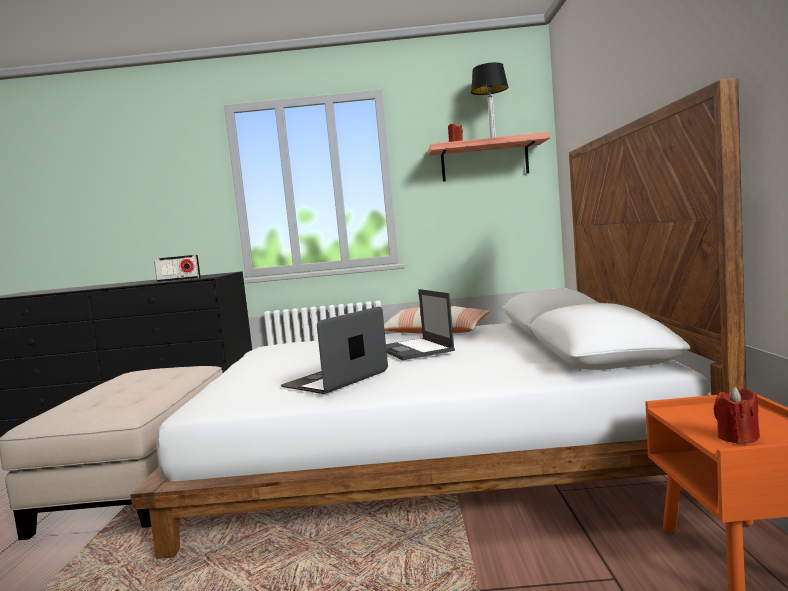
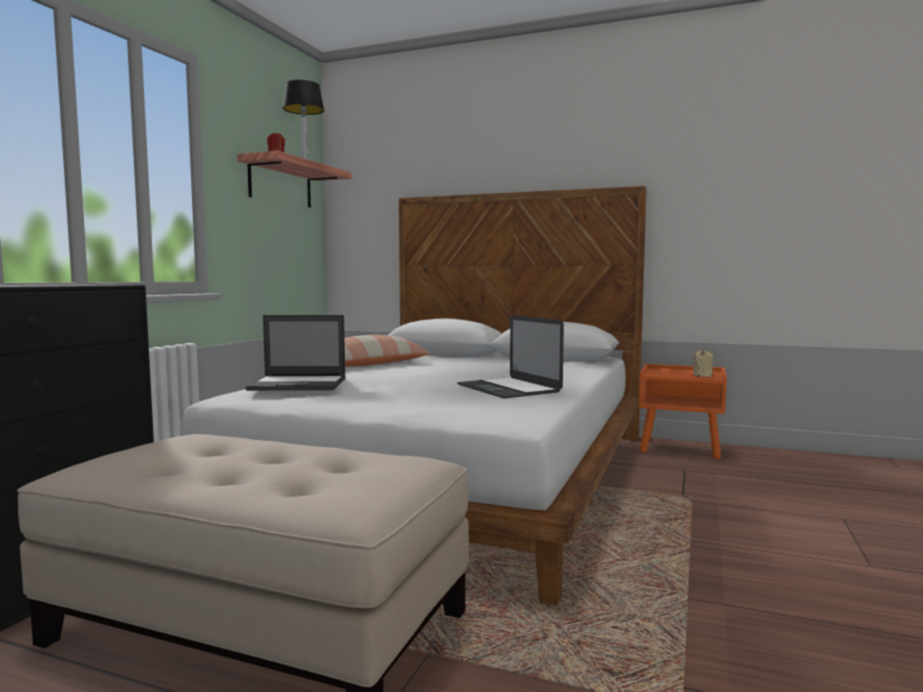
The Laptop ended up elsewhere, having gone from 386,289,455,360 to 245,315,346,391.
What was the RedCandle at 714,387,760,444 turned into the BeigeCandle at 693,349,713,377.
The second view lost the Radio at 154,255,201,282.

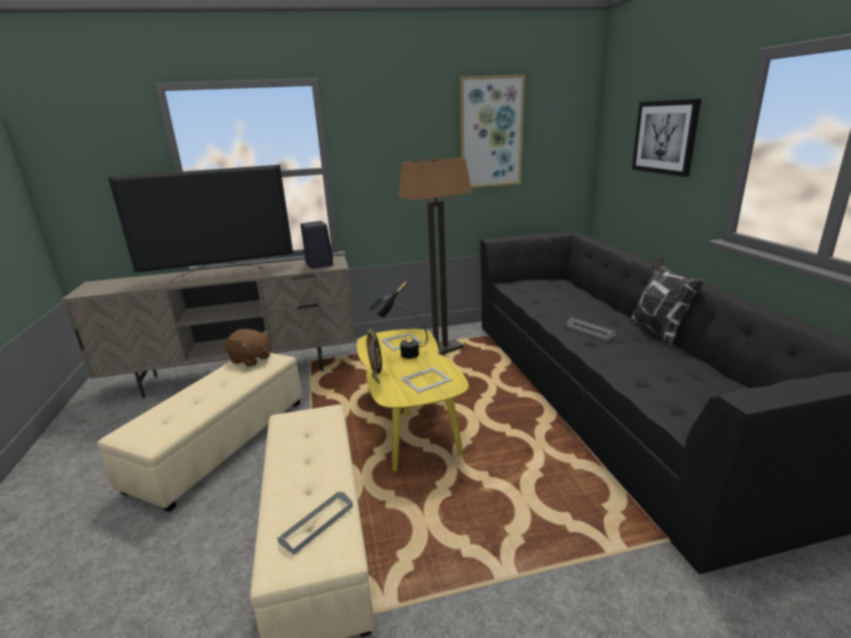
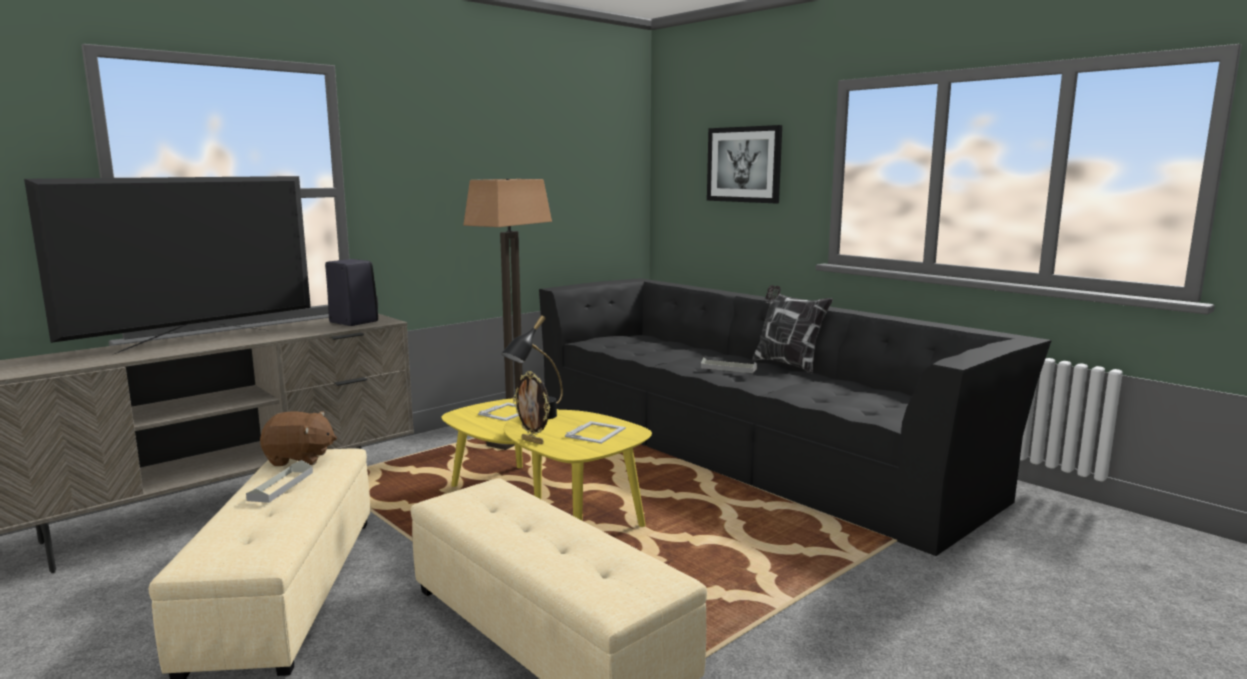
The GreyTray ended up elsewhere, having gone from 277,492,353,555 to 246,460,313,503.
The second view lost the Picture at 460,75,525,188.

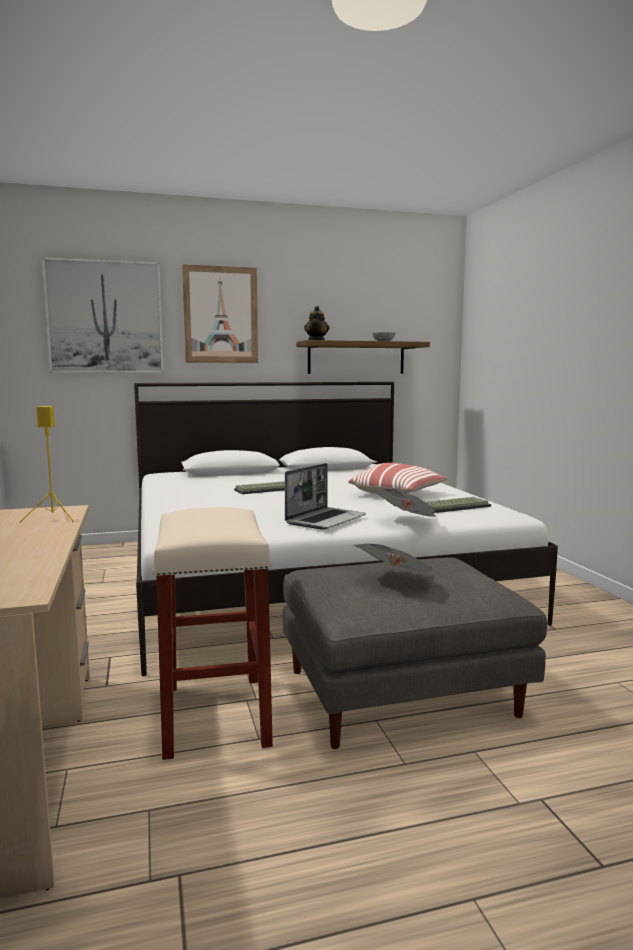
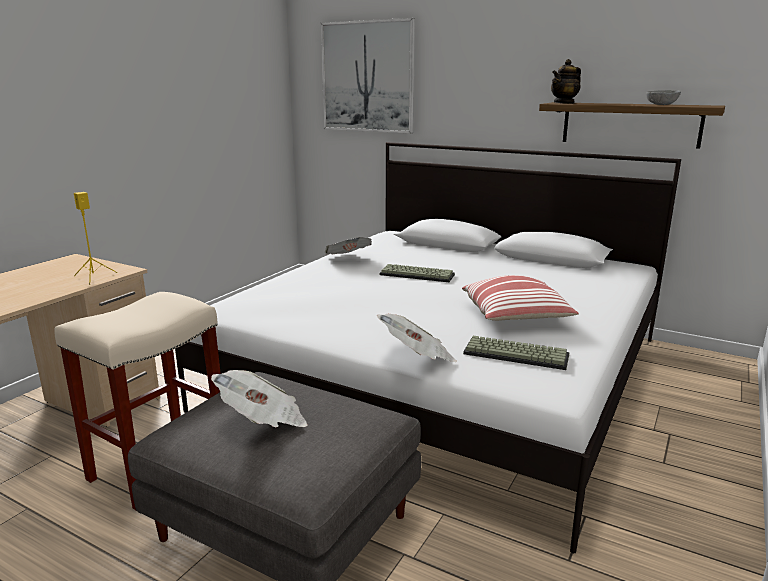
The second view gained the Newspaper at 325,237,372,254.
The second view lost the Picture at 182,264,258,363.
The second view lost the Laptop at 285,463,366,530.

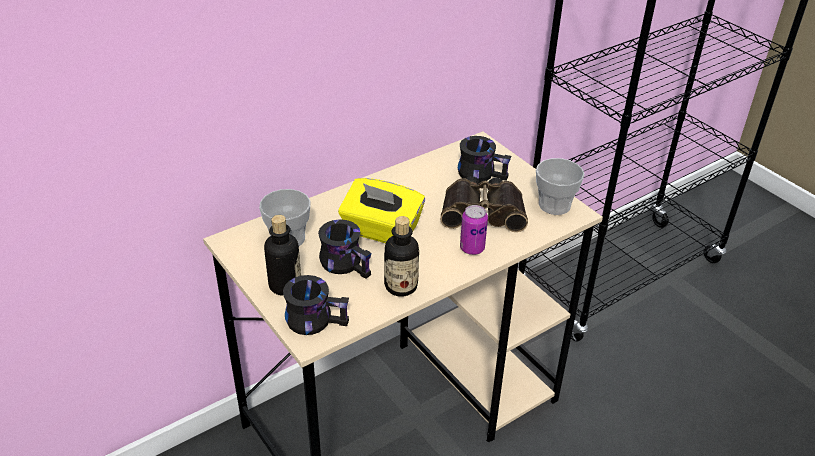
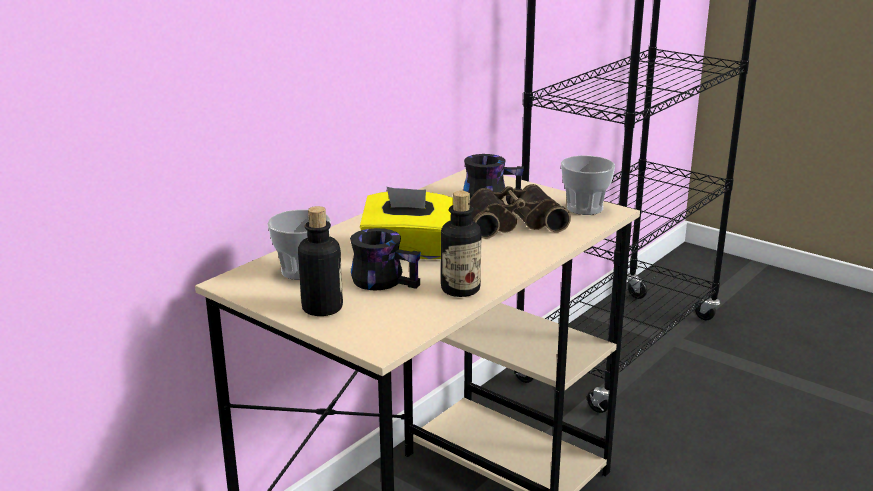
The second view lost the BlackMug at 283,275,349,335.
The second view lost the Can at 460,205,488,255.

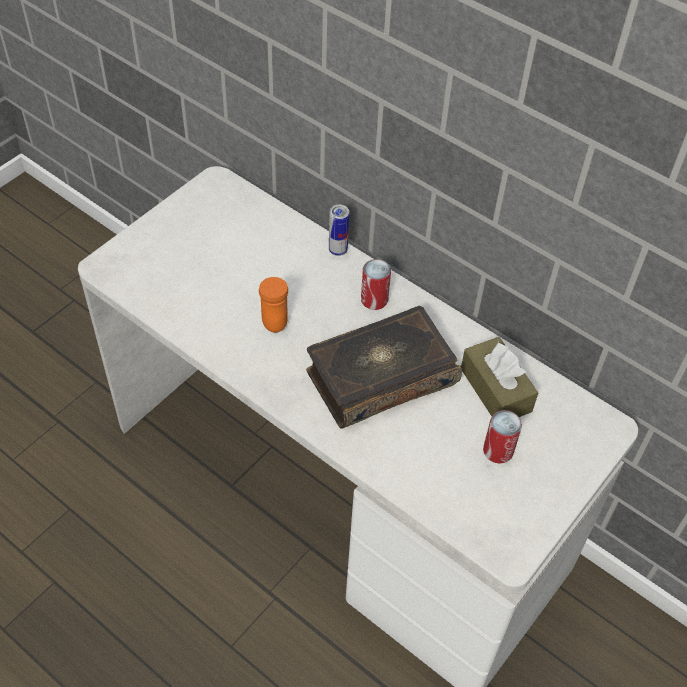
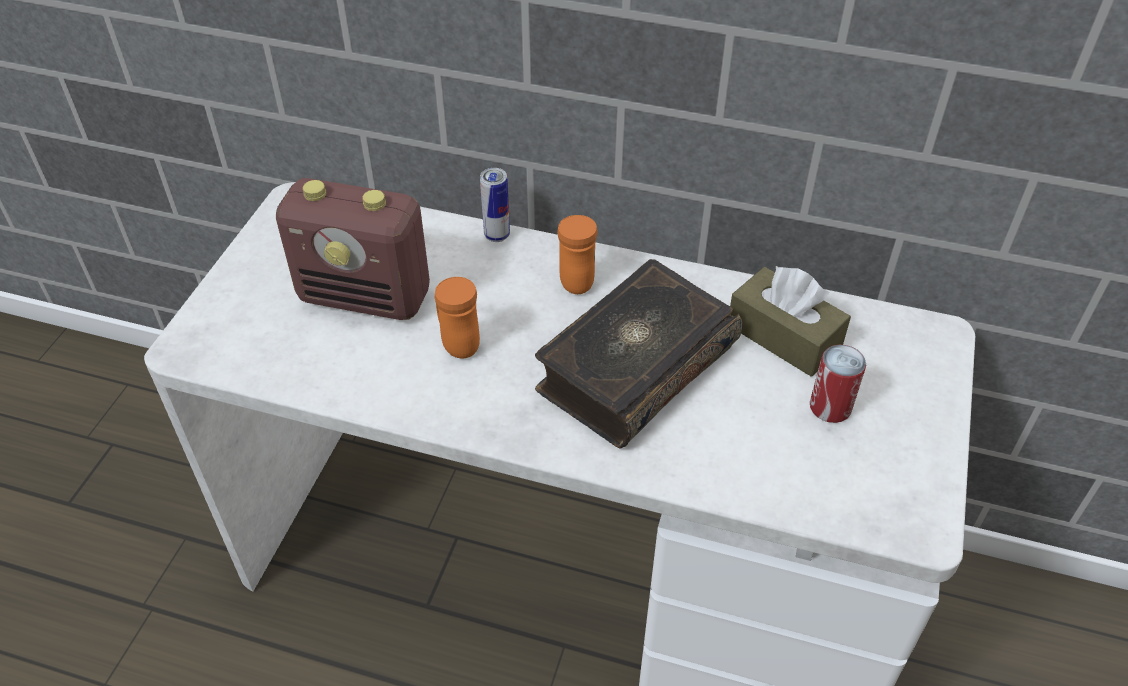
The second view gained the Radio at 276,178,430,320.
Where the Can stood at 361,259,391,310, the OrangeMug came to stand at 557,215,597,294.

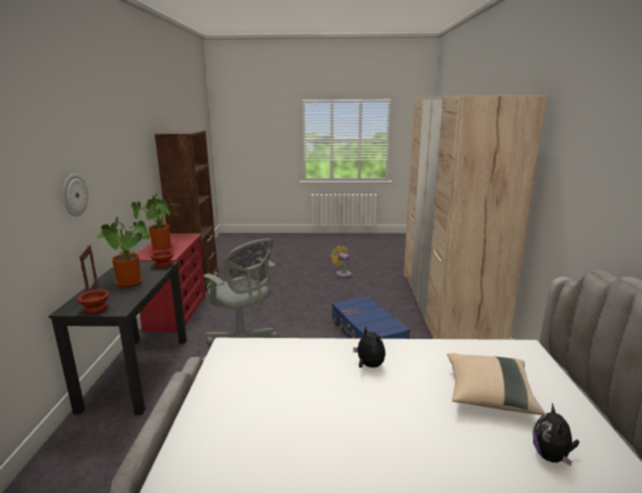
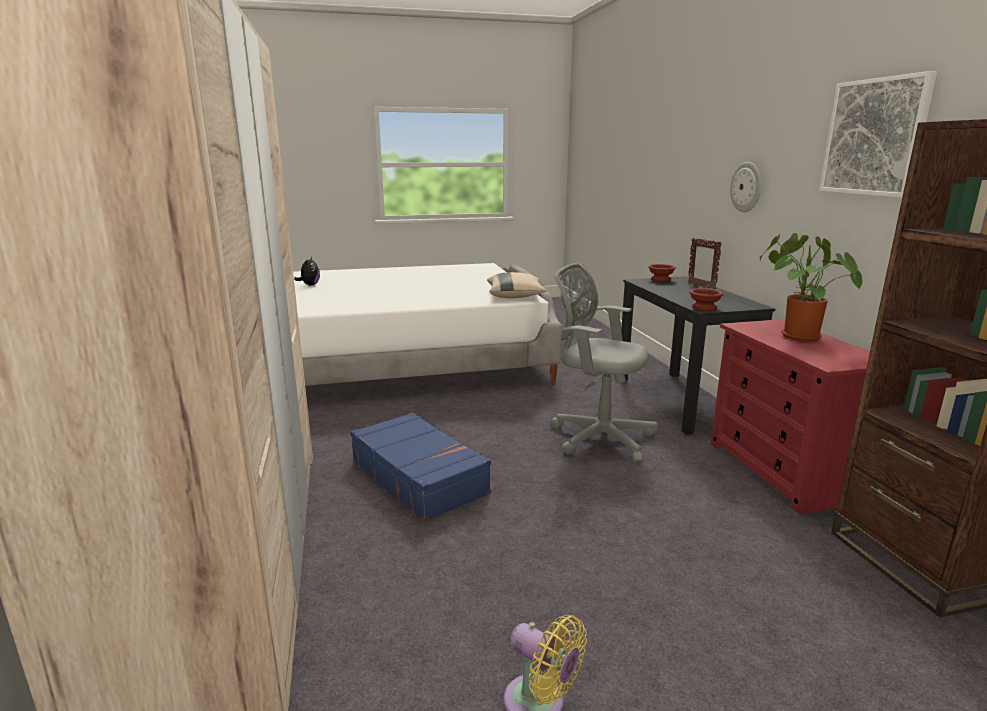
The BeigePillow ended up elsewhere, having gone from 447,353,545,415 to 487,272,547,298.
The second view gained the Picture at 819,71,937,198.
The second view lost the PottedPlant at 96,216,150,287.
The second view lost the PlushToy at 353,326,386,368.

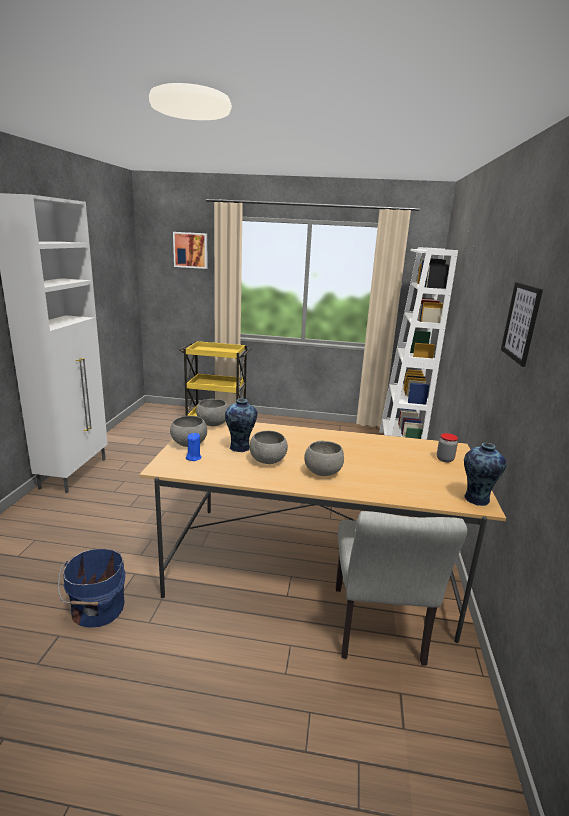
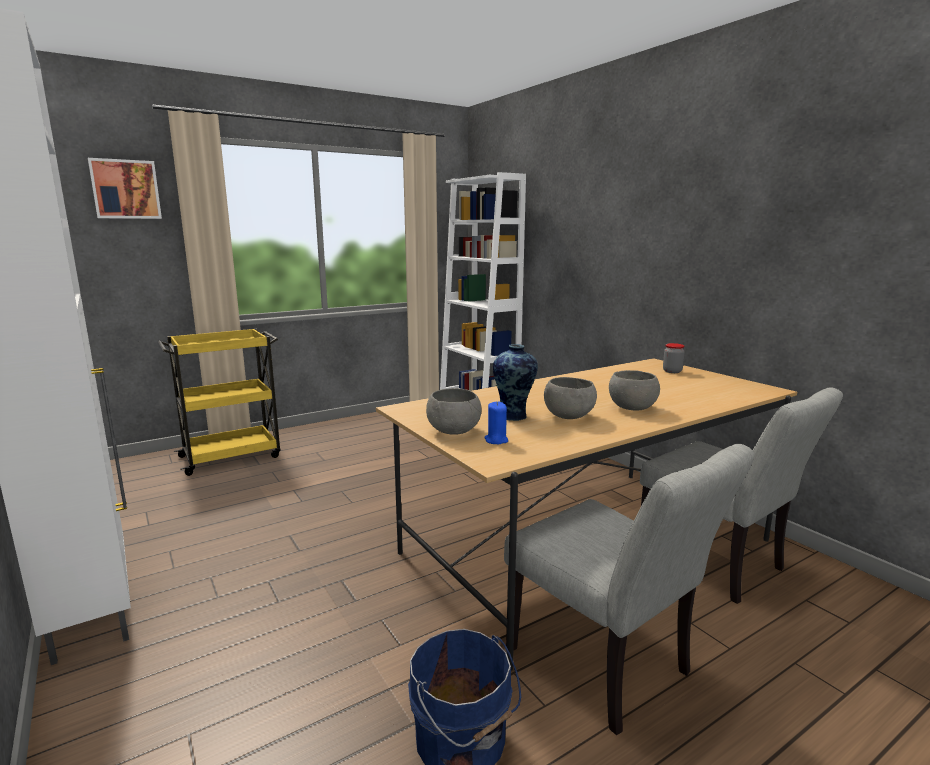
The second view gained the GreyChair at 504,444,755,735.
The second view lost the GreyBowl at 196,399,229,426.
The second view lost the Vase at 464,443,506,506.
The second view lost the Picture at 501,282,543,367.

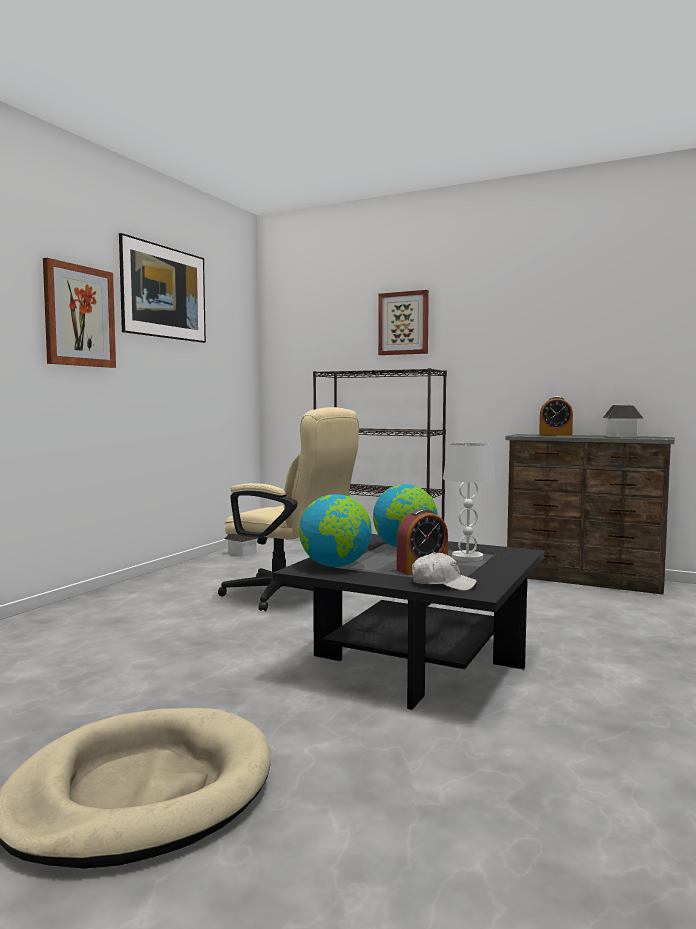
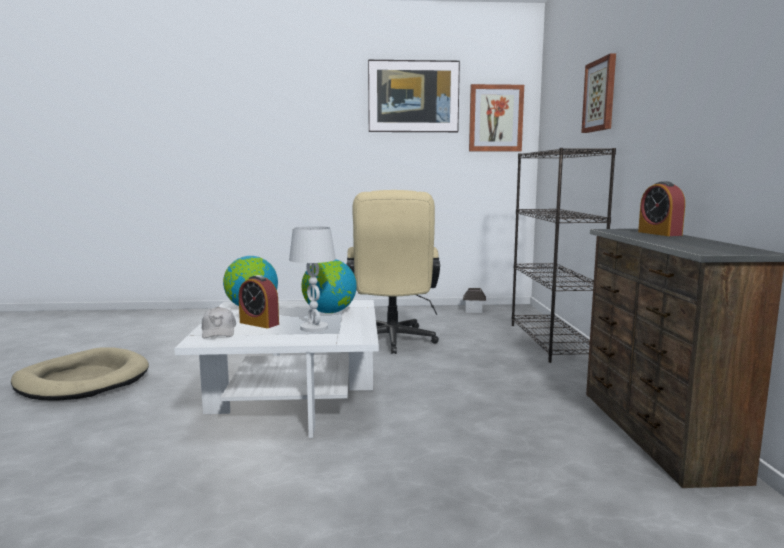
What was the BlackCoffeeTable at 273,534,544,710 turned into the WhiteCoffeeTable at 174,300,379,438.
The Picture ended up elsewhere, having gone from 43,258,116,368 to 469,84,524,152.
The second view lost the ToyHouse at 603,404,643,438.

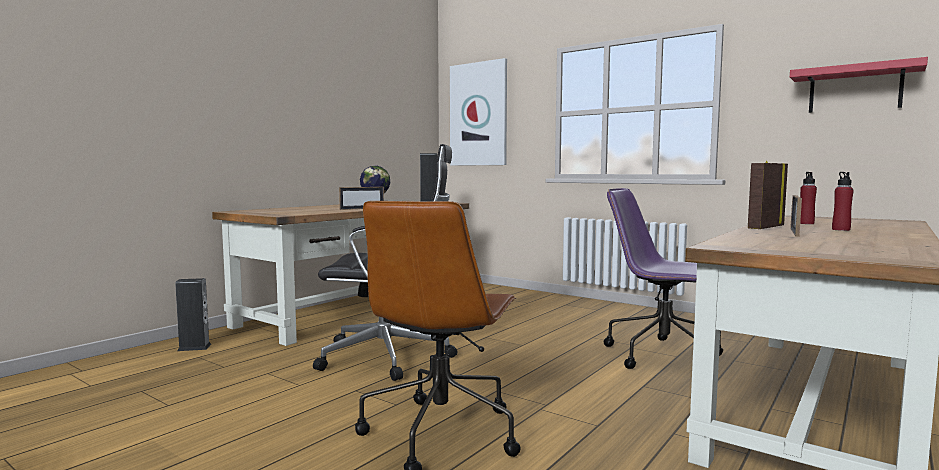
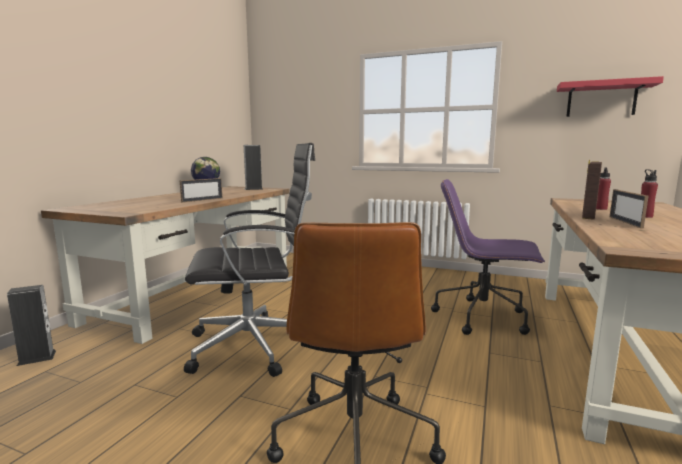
The second view lost the Picture at 450,58,507,166.

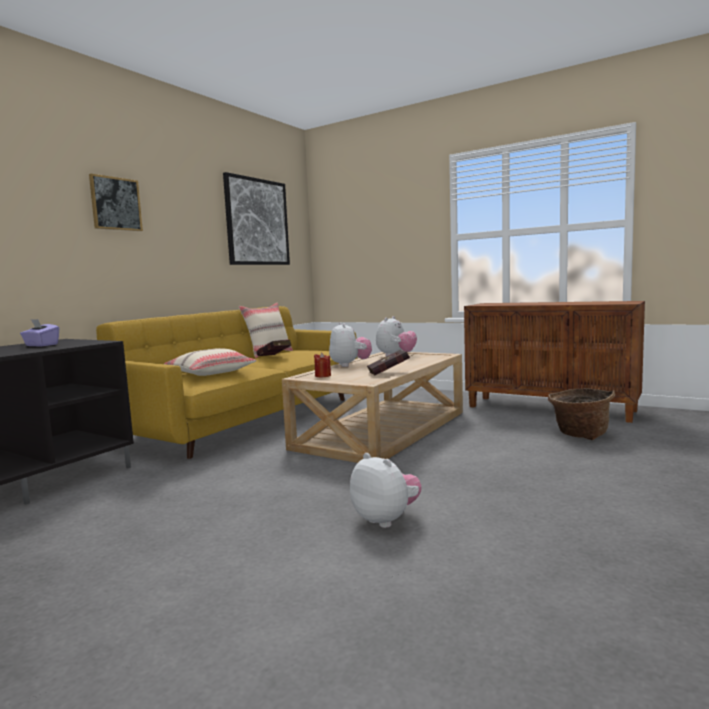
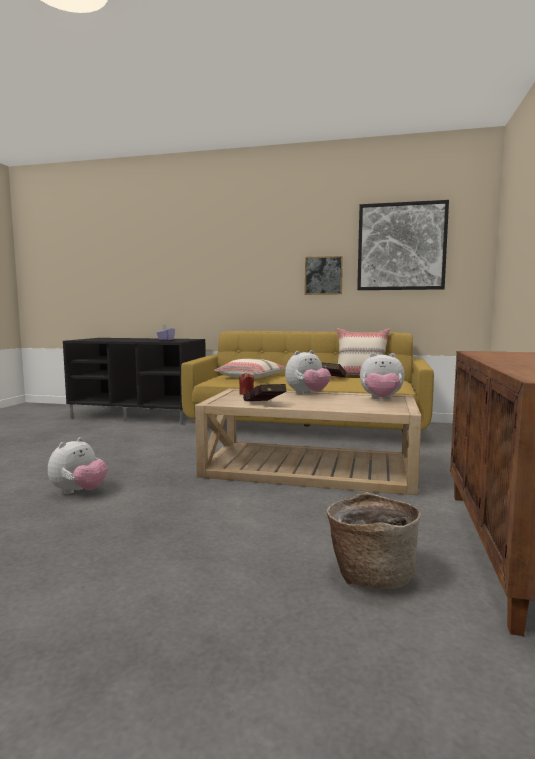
The Picture ended up elsewhere, having gone from 89,174,143,231 to 305,256,343,295.

